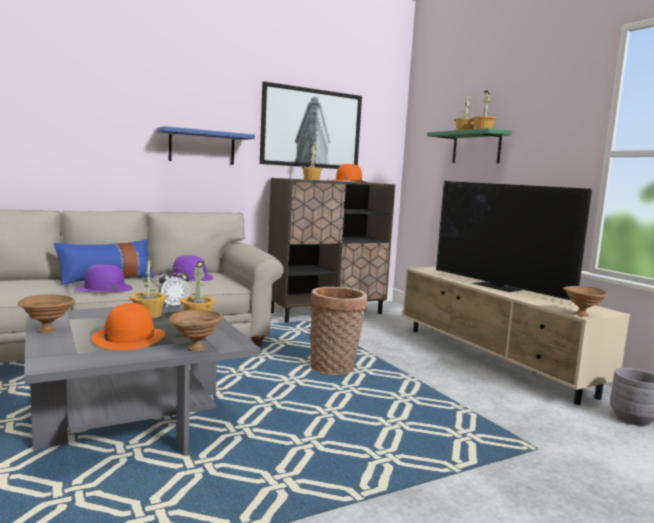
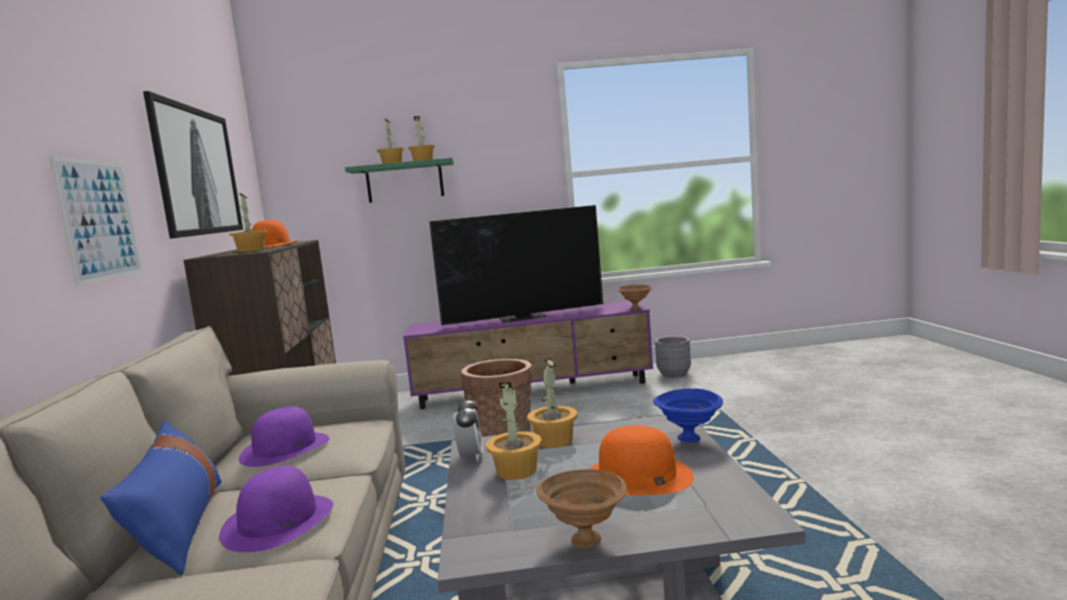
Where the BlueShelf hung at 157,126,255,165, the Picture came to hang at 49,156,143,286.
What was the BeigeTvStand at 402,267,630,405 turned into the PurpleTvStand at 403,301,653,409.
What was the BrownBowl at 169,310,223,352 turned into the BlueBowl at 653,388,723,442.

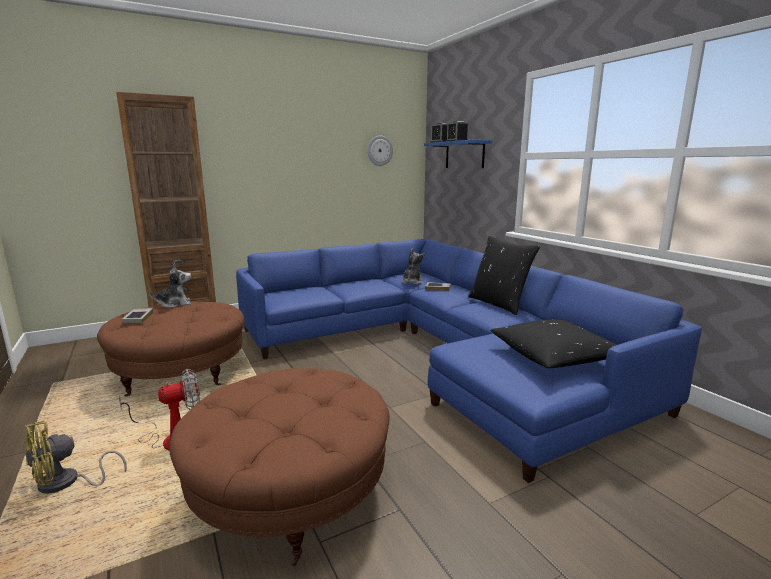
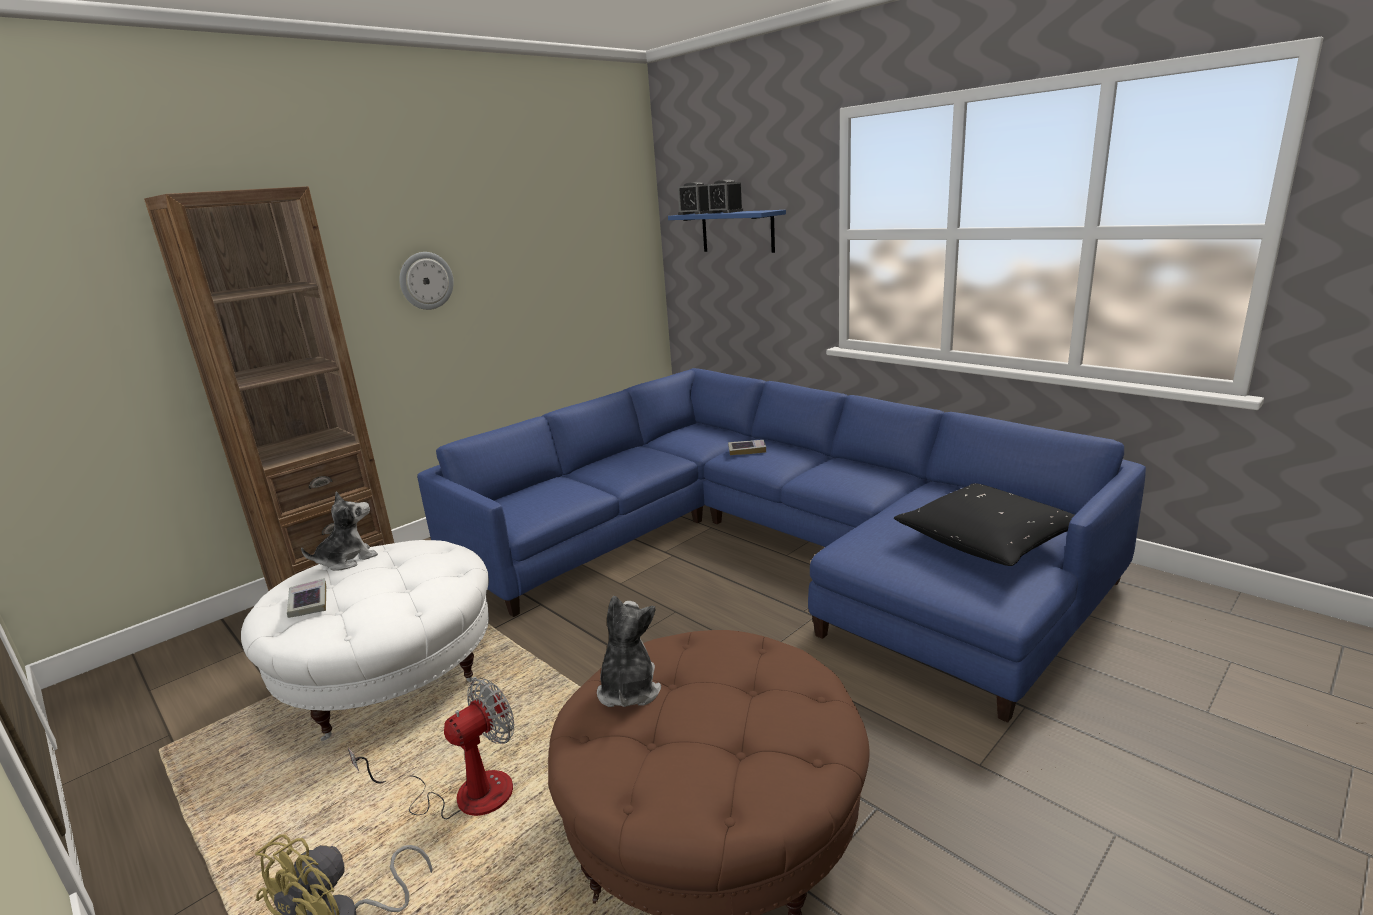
What was the BrownOttoman at 97,301,244,397 turned into the WhiteOttoman at 241,540,489,741.
The WallClock ended up elsewhere, having gone from 367,136,393,166 to 399,252,454,310.
The PlushToy ended up elsewhere, having gone from 402,249,424,285 to 597,596,661,707.
The second view lost the BlackPillow at 468,236,540,315.

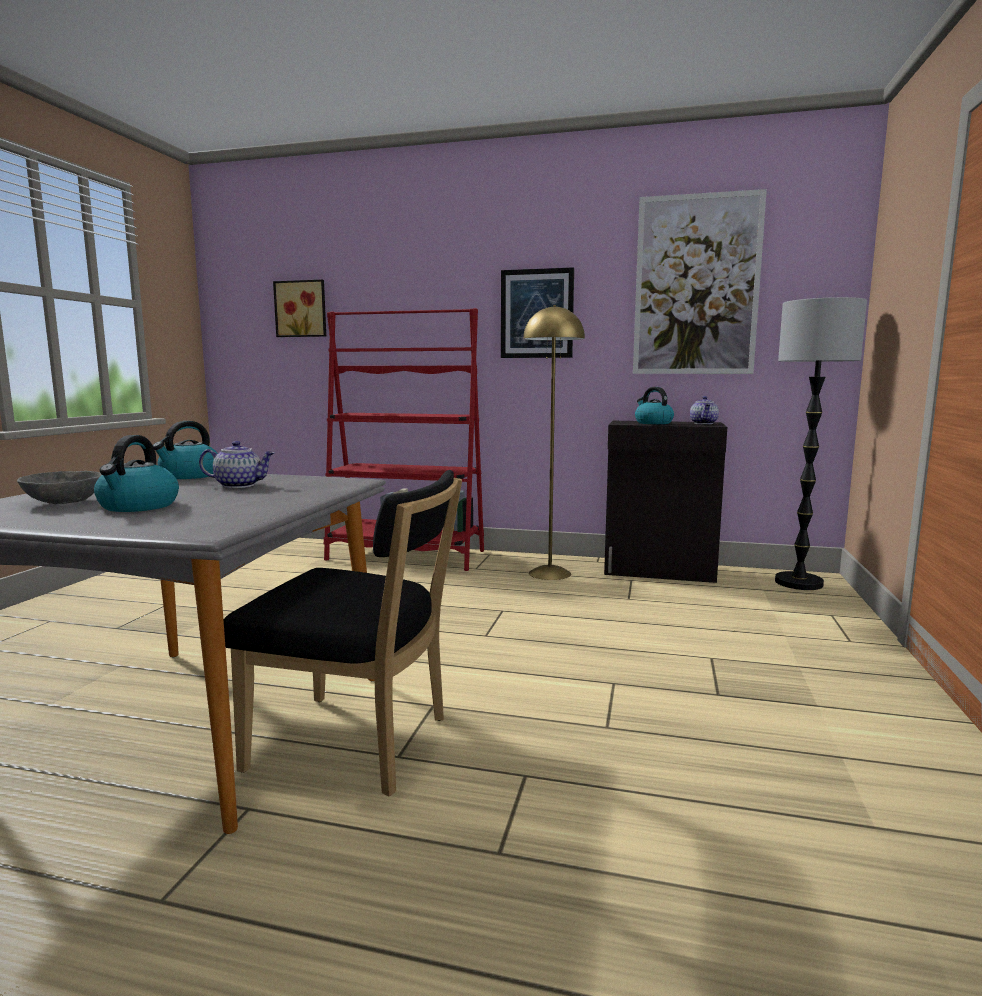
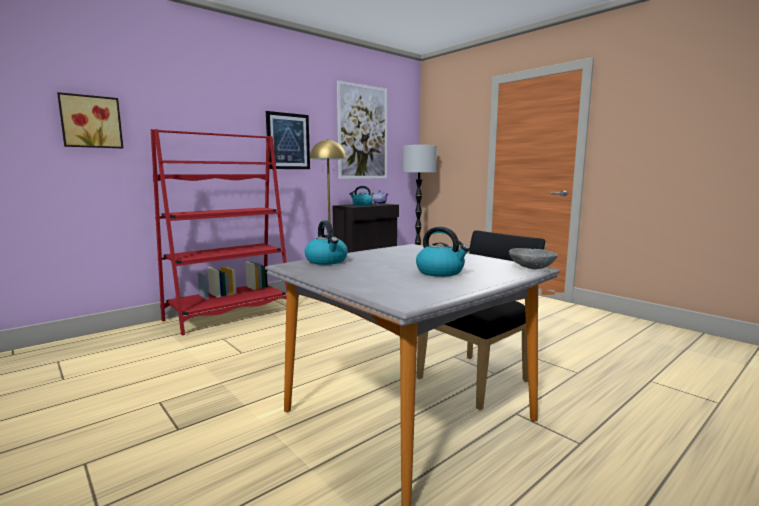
The GreyBowl ended up elsewhere, having gone from 17,471,102,504 to 509,248,558,270.
The second view lost the Teapot at 199,441,274,488.

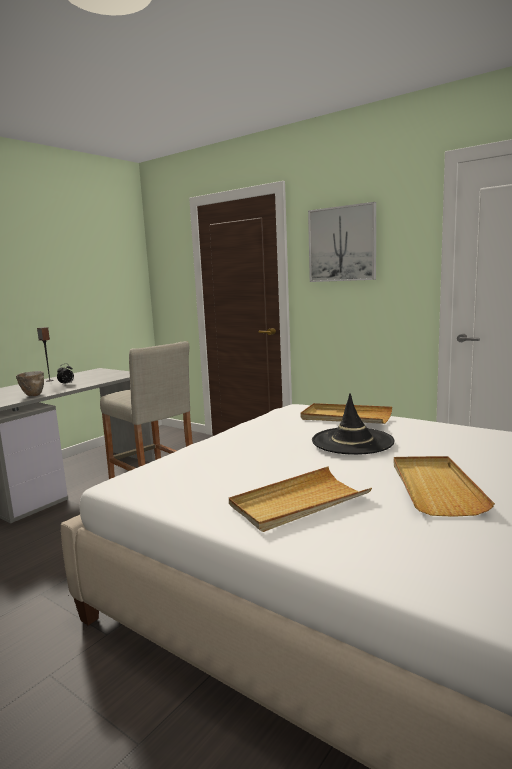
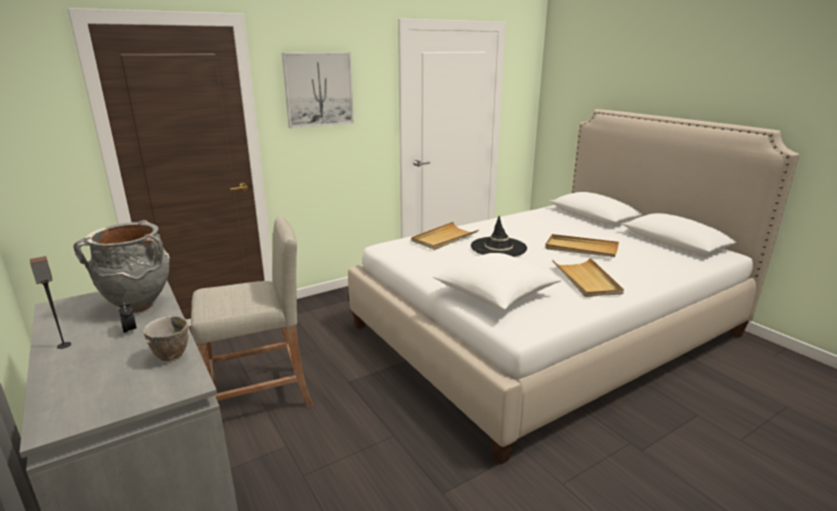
The second view gained the GreyVase at 73,220,171,313.
The second view gained the WhitePillow at 433,253,561,310.

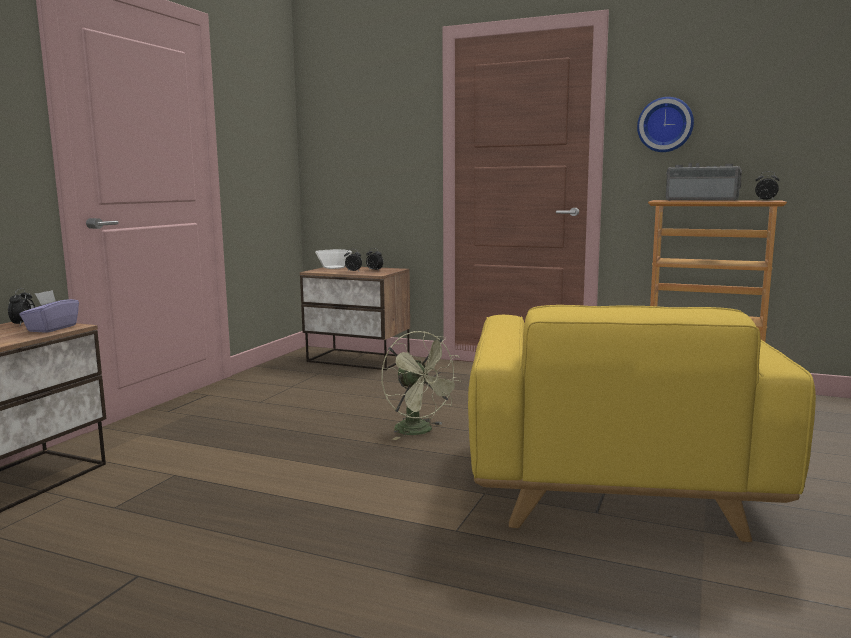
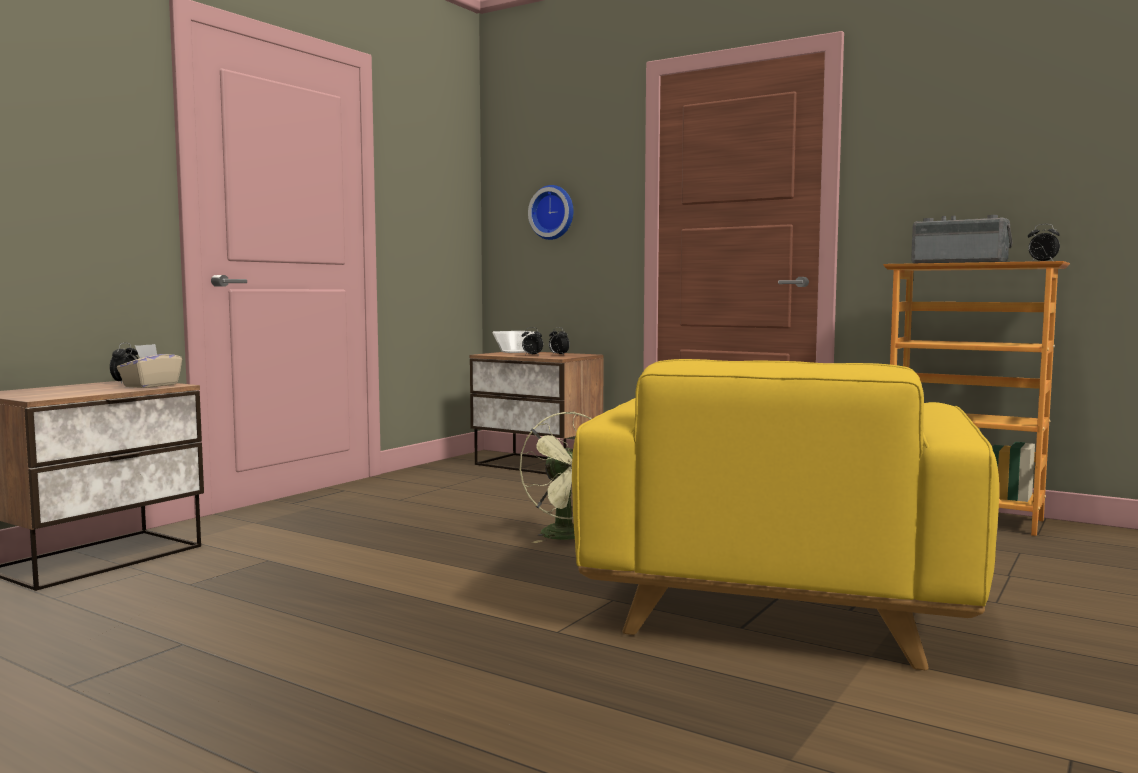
What was the PurpleTissueBox at 20,290,79,333 turned into the BeigeTissueBox at 117,344,182,388.
The WallClock ended up elsewhere, having gone from 637,97,694,152 to 528,185,573,240.

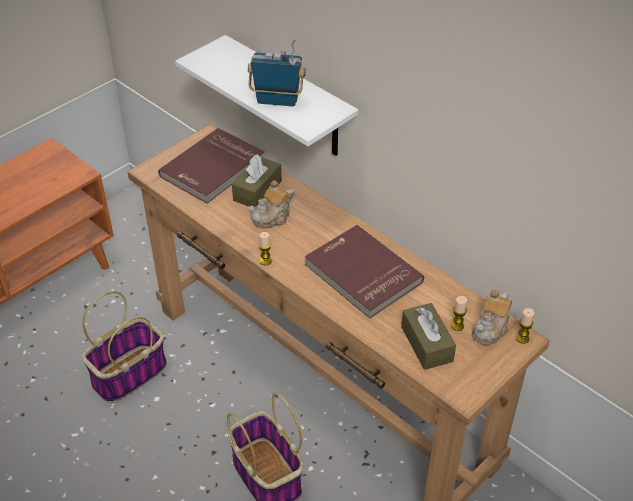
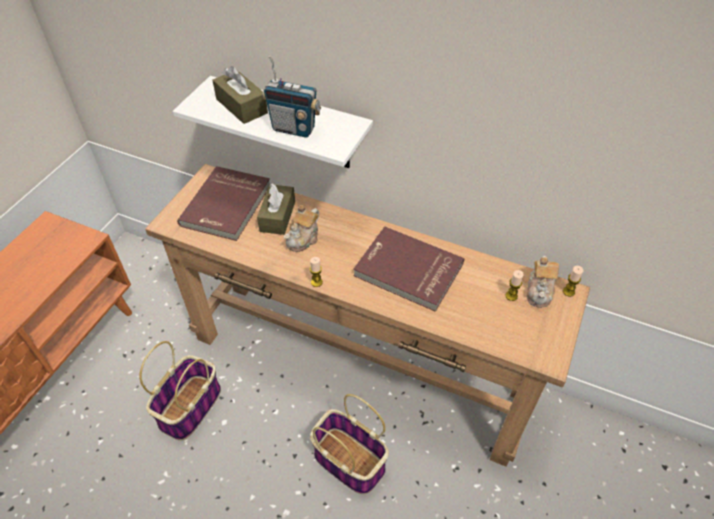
The BrownTissueBox ended up elsewhere, having gone from 401,303,456,370 to 212,66,268,124.
The Radio at 248,38,306,107 ended up facing another way, 150 degrees counterclockwise from before.

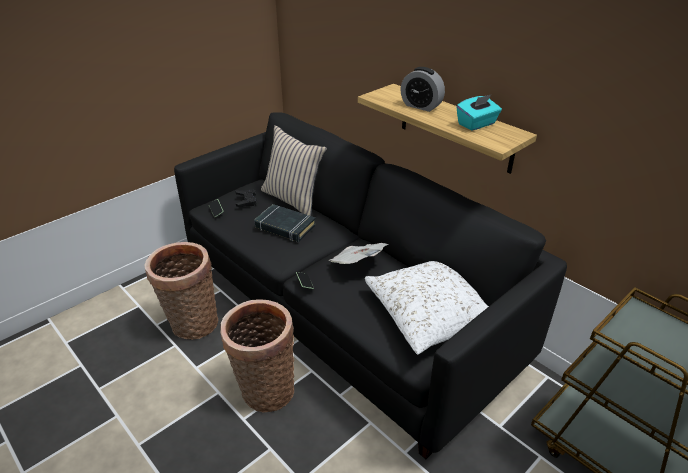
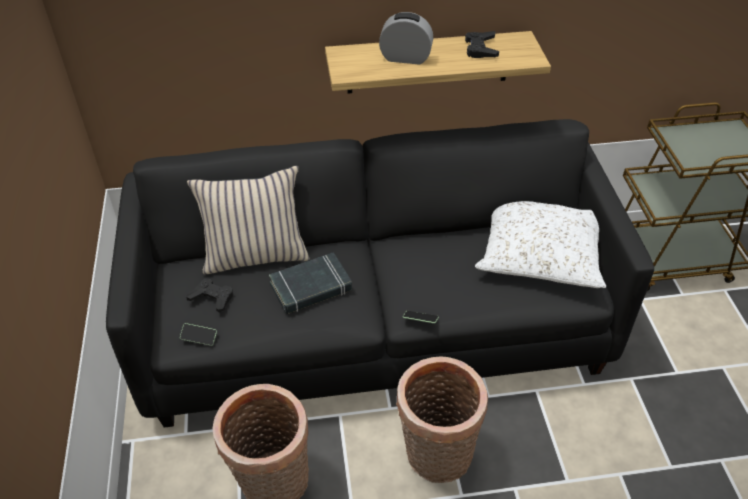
The AlarmClock at 400,67,445,112 ended up facing another way, 150 degrees counterclockwise from before.
Where the TurquoiseTissueBox stood at 457,95,502,131, the BlackGameController came to stand at 465,31,499,58.
The second view lost the Newspaper at 328,243,388,264.

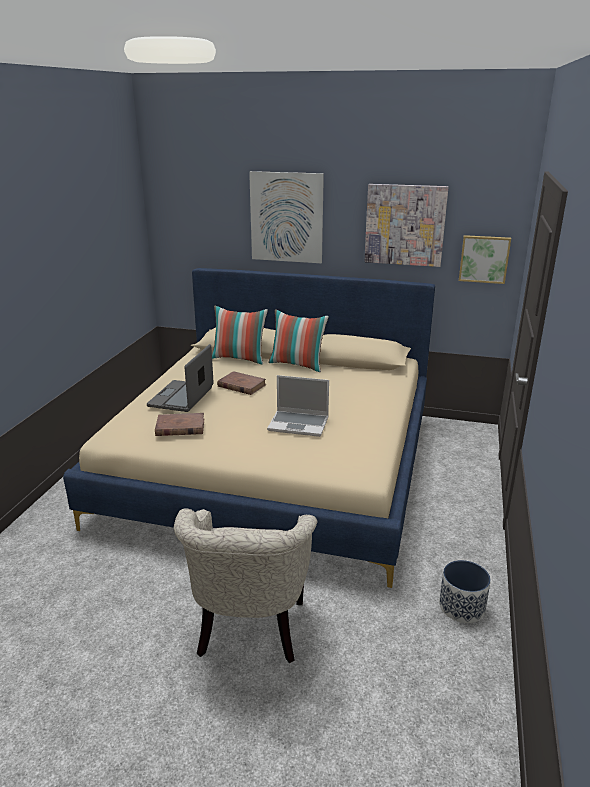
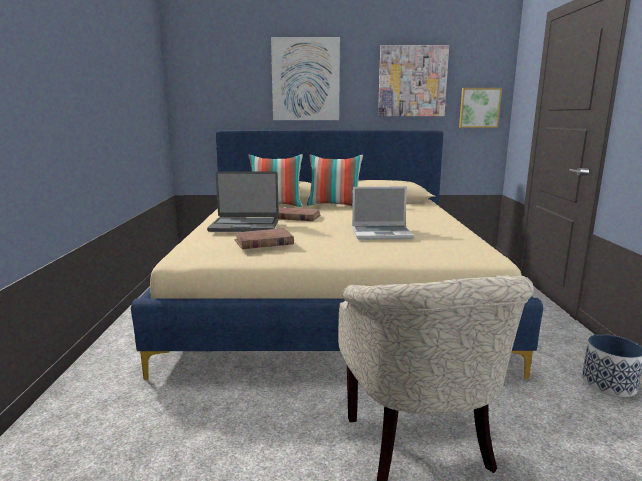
The Laptop at 147,344,214,412 ended up facing another way, 90 degrees counterclockwise from before.

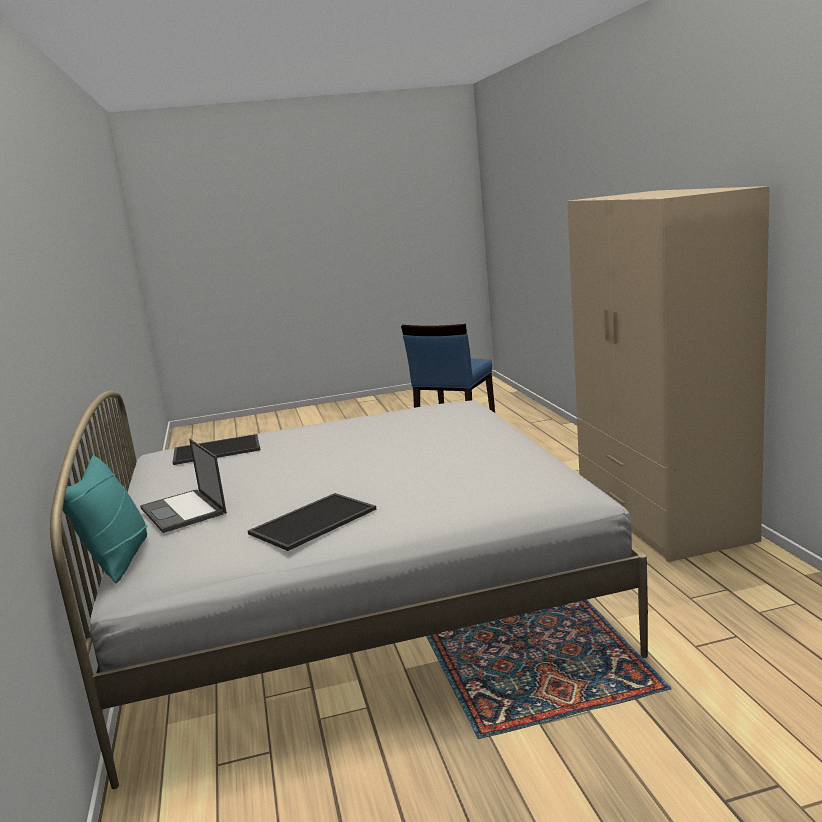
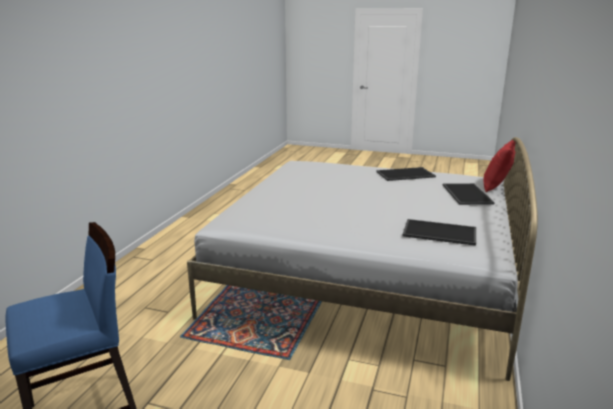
Where the Laptop stood at 140,439,227,533, the Tray came to stand at 443,183,495,205.
What was the TurquoisePillow at 63,455,147,583 turned into the RedPillow at 483,140,516,192.
The second view lost the BeigeWardrobe at 567,186,770,562.

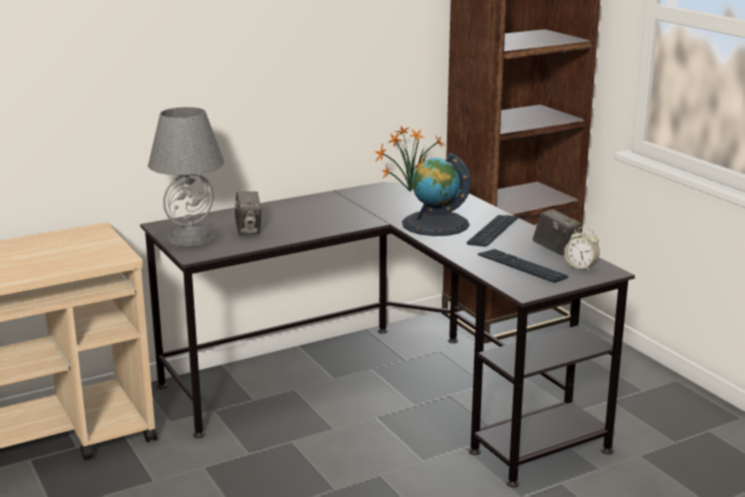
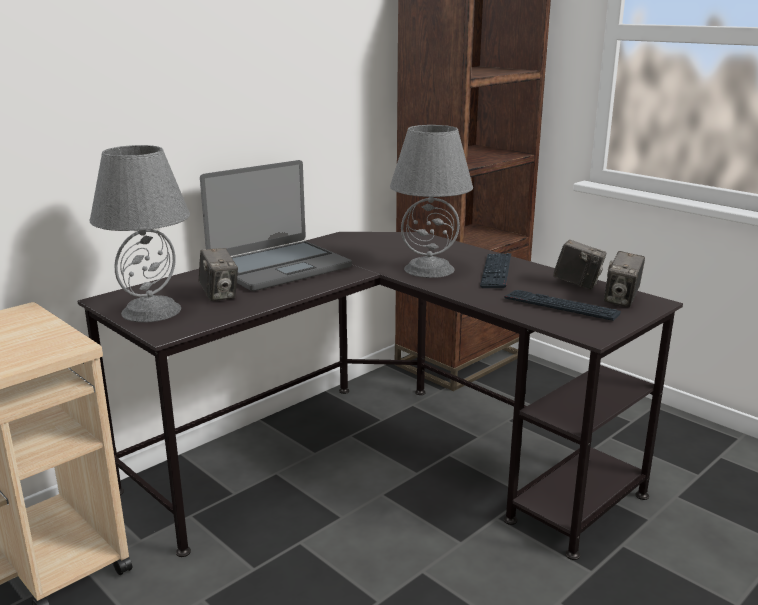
The second view gained the Laptop at 200,160,352,291.
Where the Globe stood at 402,153,471,236, the GreyTableLamp came to stand at 390,125,473,278.
Where the AlarmClock stood at 565,227,600,271, the PhotoCamera came to stand at 604,251,645,307.
The second view lost the PottedPlant at 375,126,444,191.

